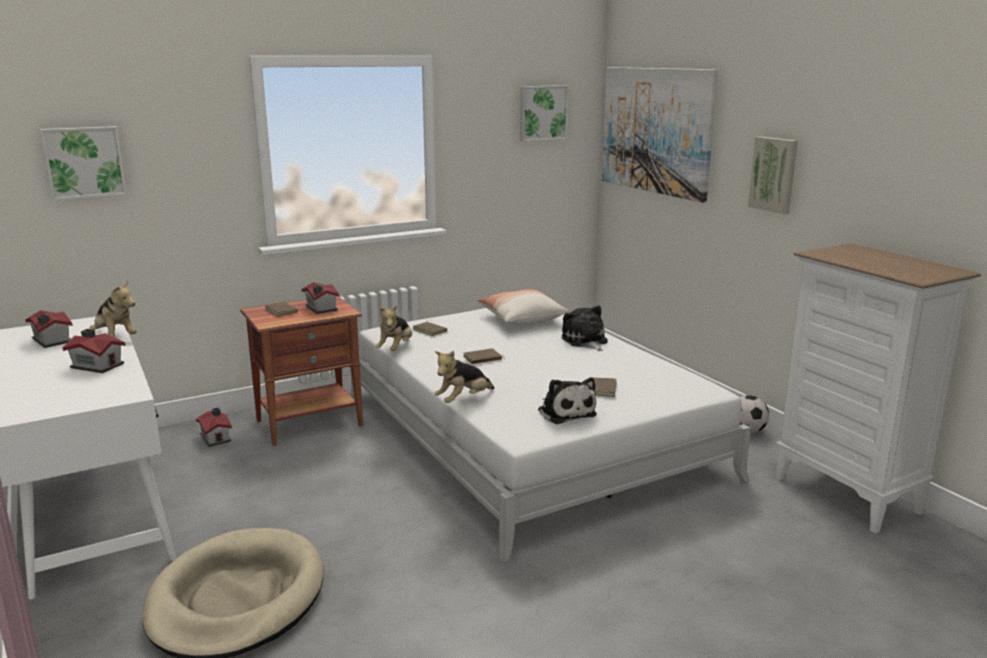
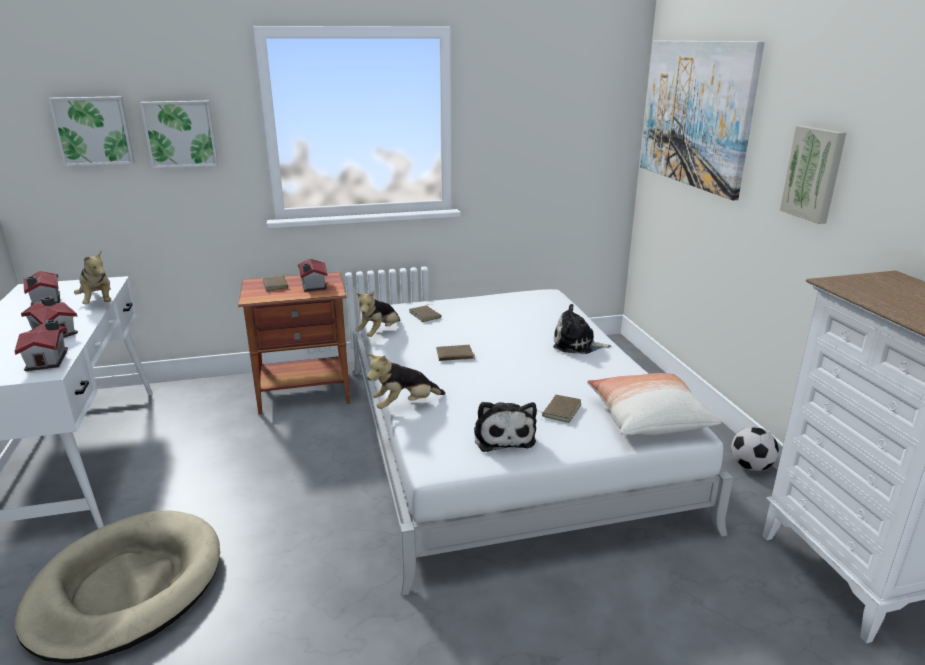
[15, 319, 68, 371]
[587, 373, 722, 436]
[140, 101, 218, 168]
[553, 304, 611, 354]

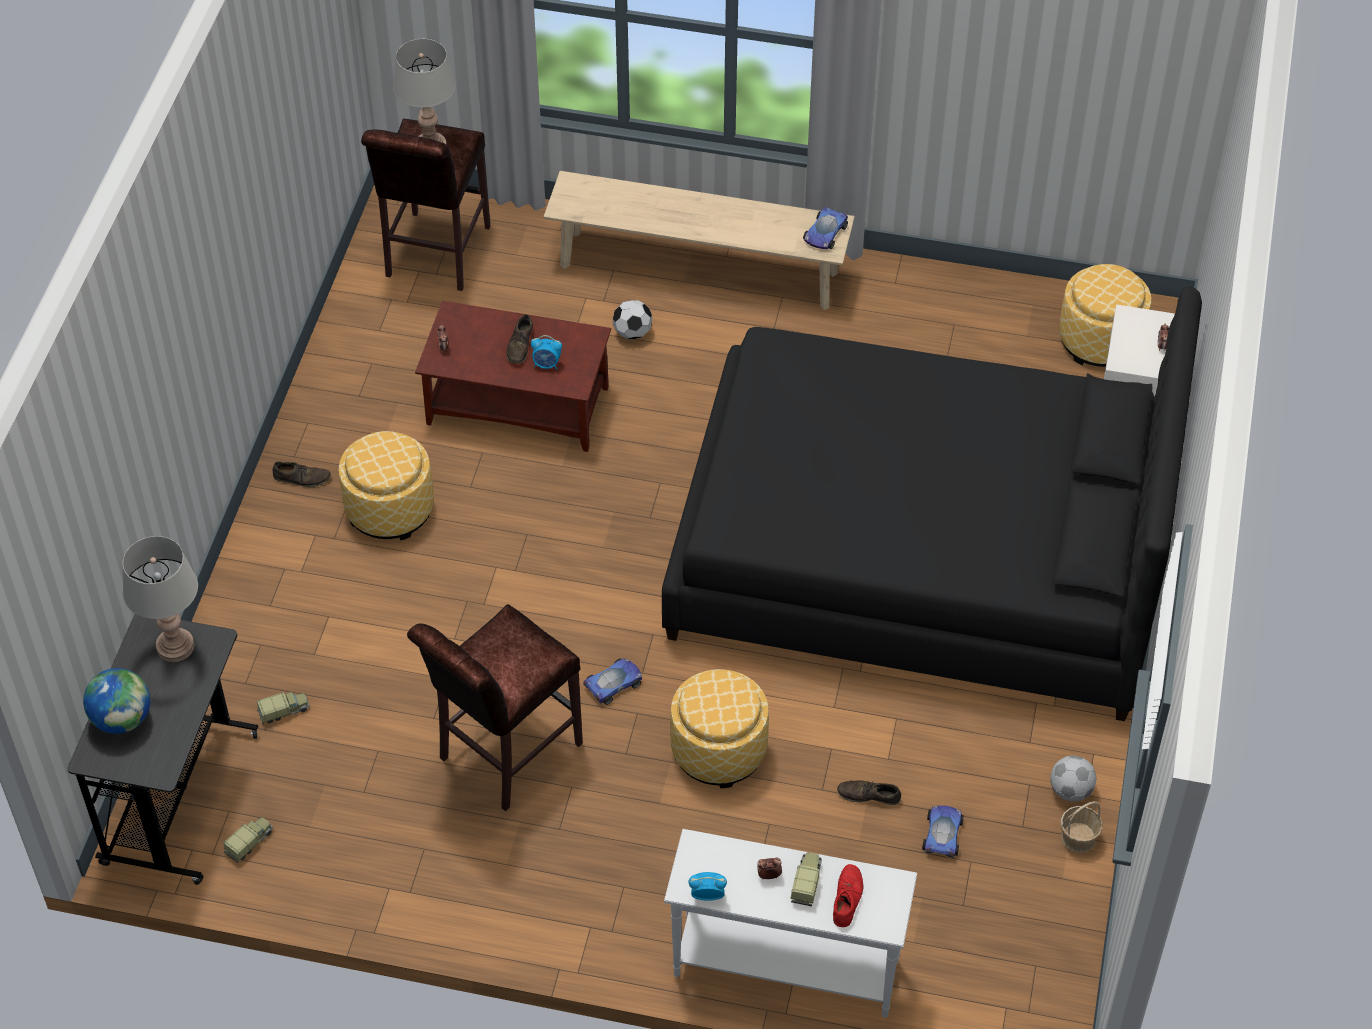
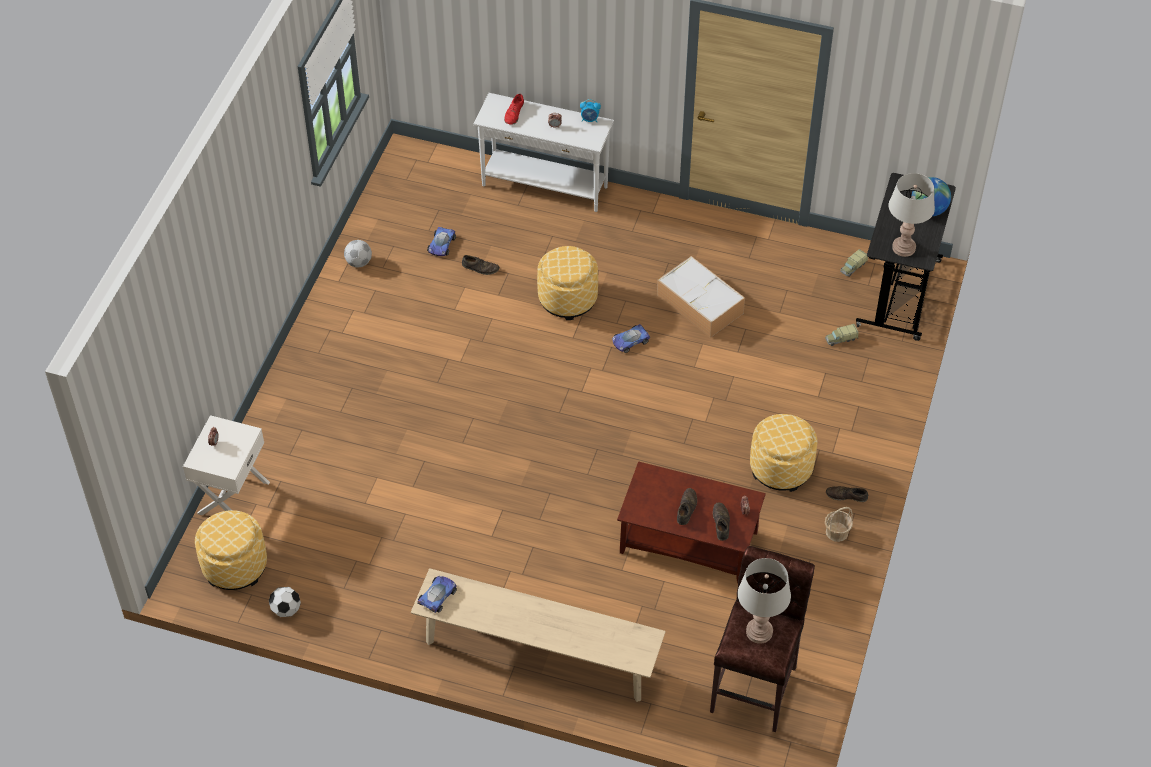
[531, 335, 562, 369] (first image)
[662, 286, 1202, 721] (first image)
[791, 852, 822, 907] (first image)
[713, 503, 730, 541]
[269, 587, 301, 617]
[825, 507, 853, 542]
[657, 256, 745, 338]

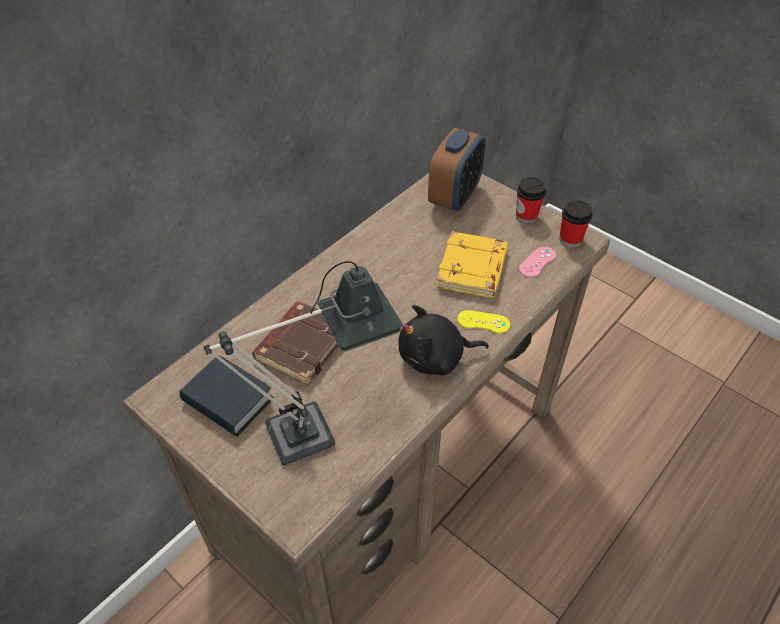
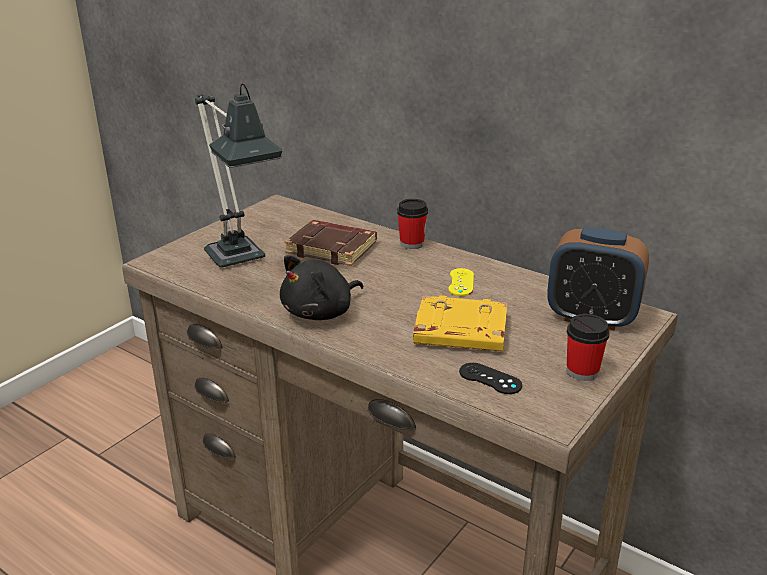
[179, 355, 274, 437] (first image)
[448, 268, 474, 296]
[397, 199, 428, 249]
[459, 363, 522, 394]
[280, 255, 363, 320]

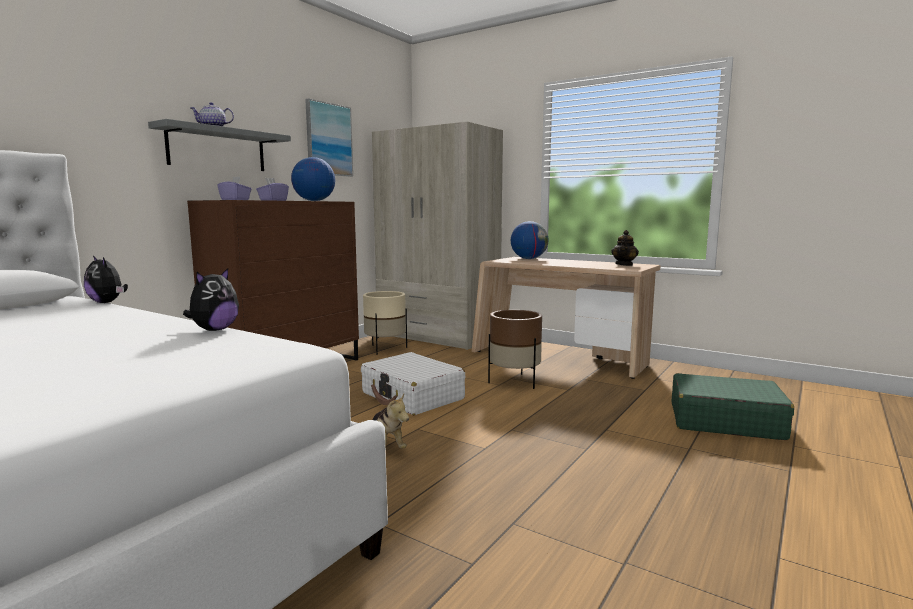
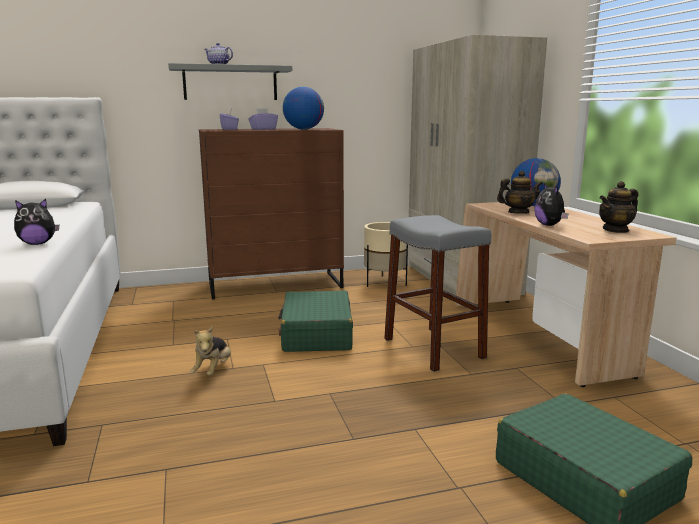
[305, 99, 353, 177] (first image)
[497, 171, 543, 214]
[534, 183, 568, 226]
[384, 215, 492, 372]
[278, 291, 353, 352]

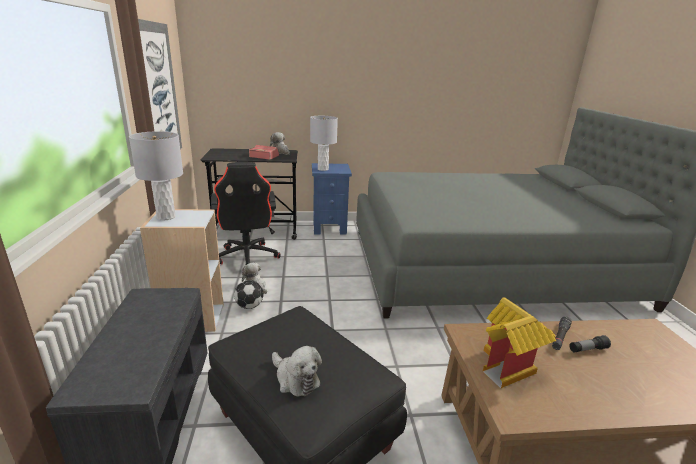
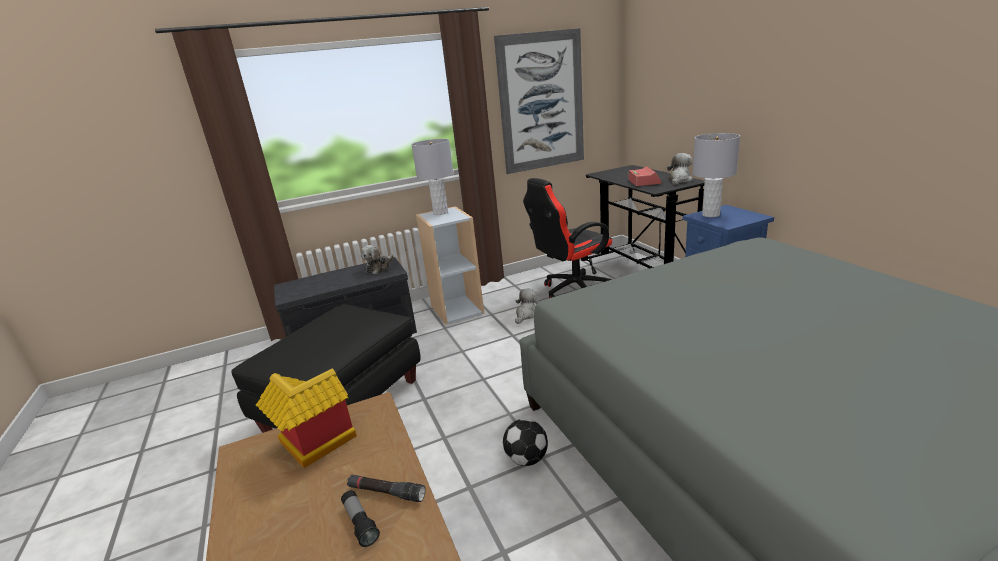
[503, 419, 548, 466]
[361, 245, 394, 274]

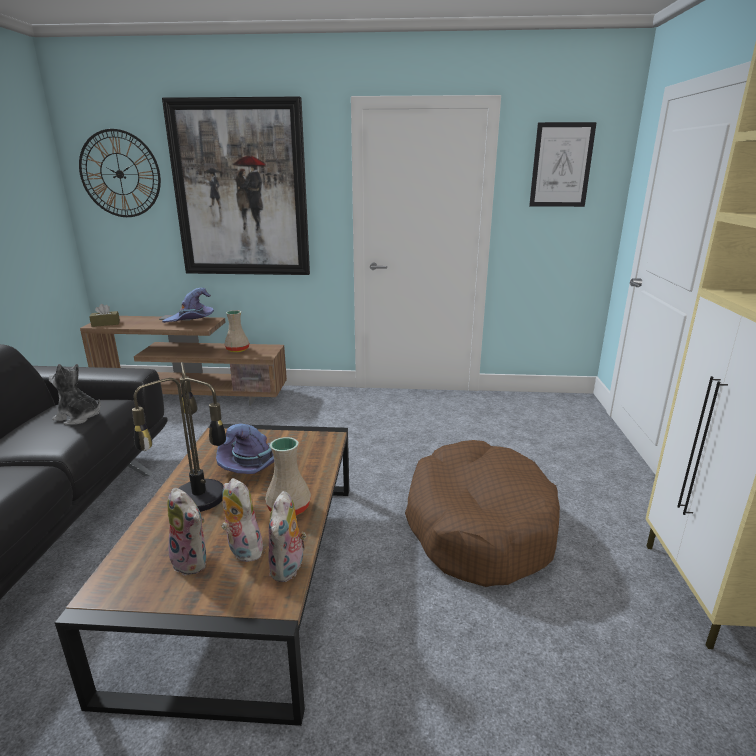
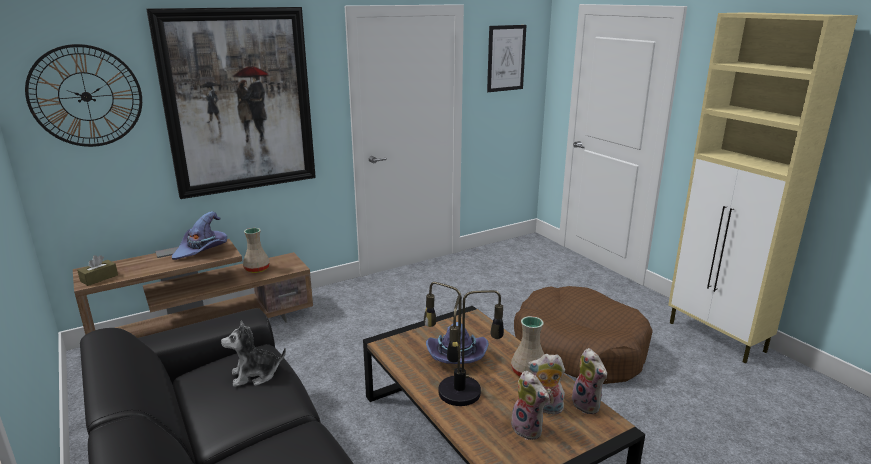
[511, 371, 549, 440]

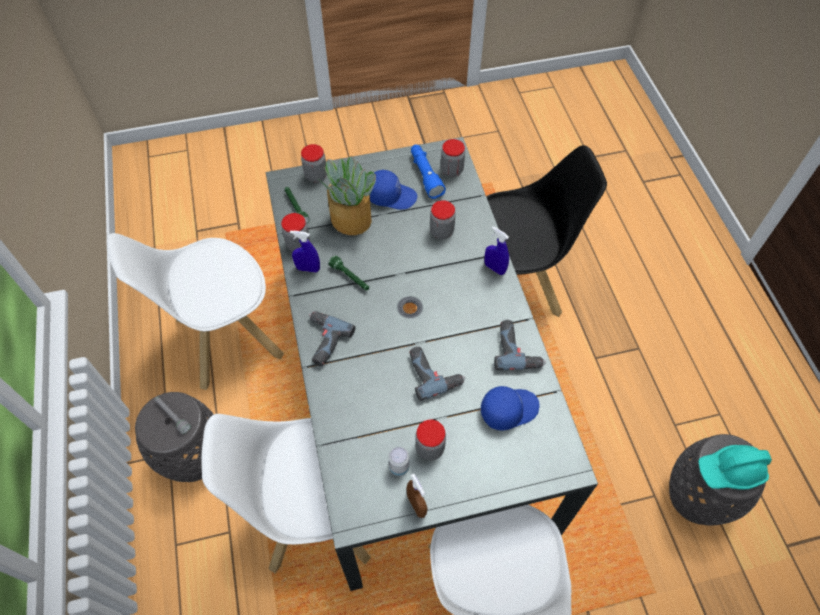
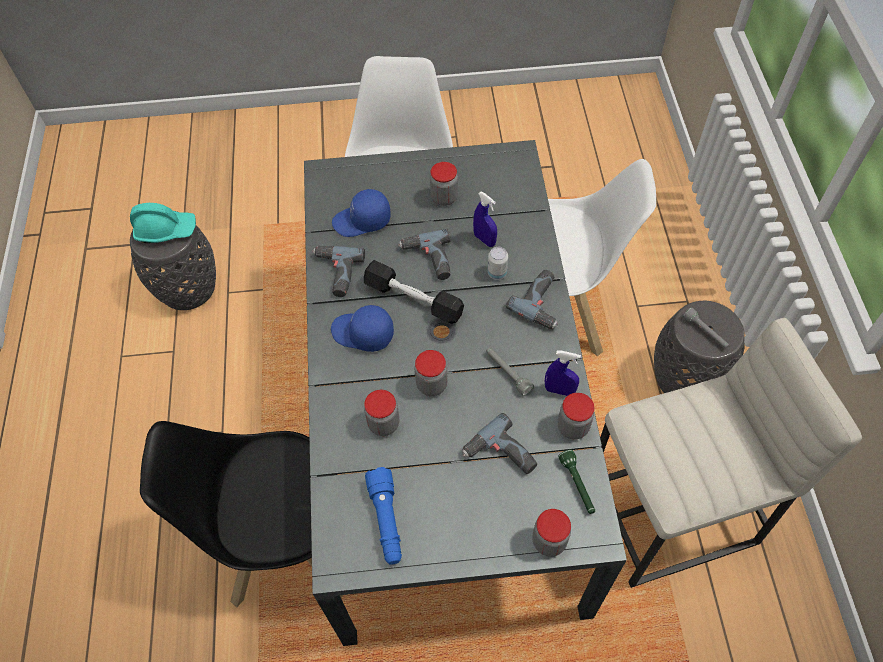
[407, 474, 427, 518] (first image)
[364, 260, 464, 324]
[331, 305, 394, 352]
[488, 247, 508, 280]
[415, 350, 448, 396]
[473, 192, 497, 247]
[600, 318, 862, 588]
[462, 413, 537, 474]
[486, 347, 534, 396]

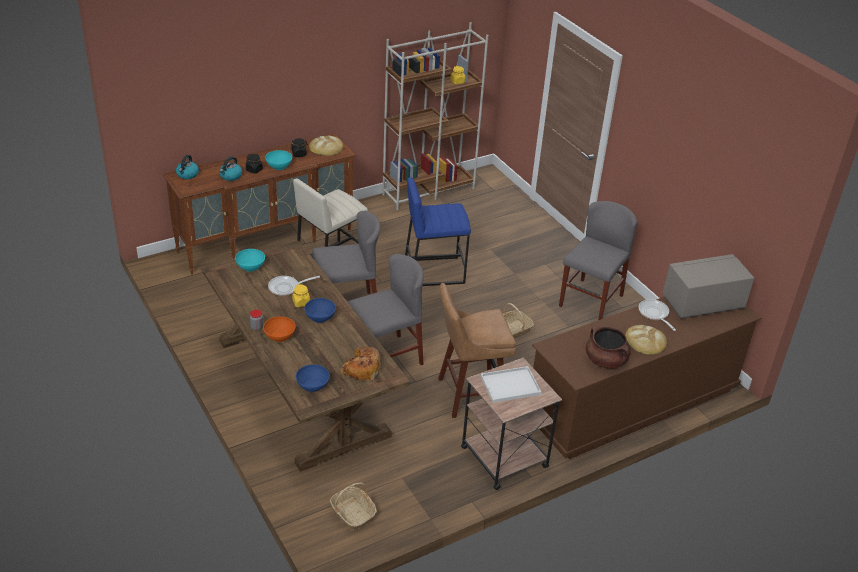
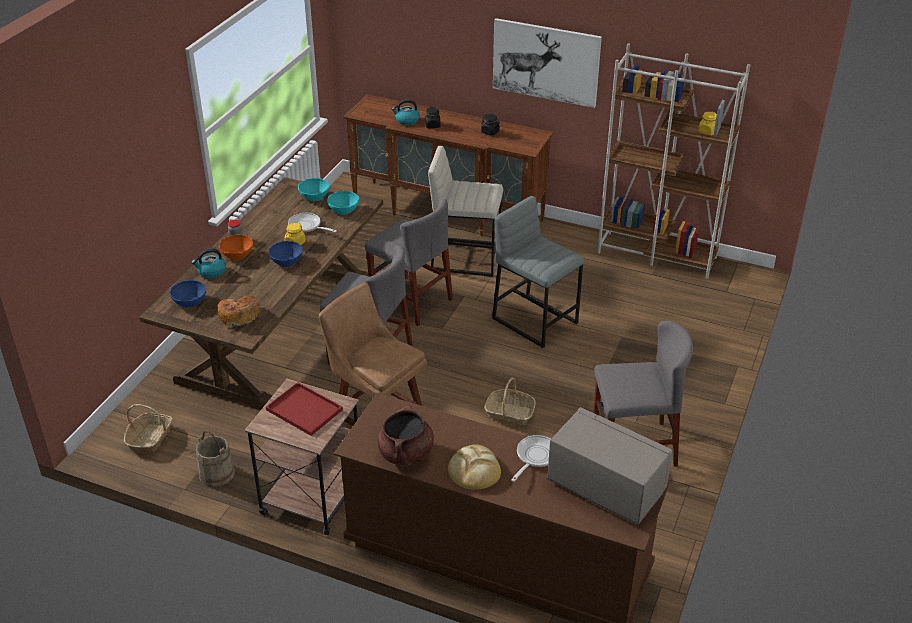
[309, 136, 343, 156] (first image)
[196, 430, 235, 487]
[493, 18, 602, 108]
[191, 249, 226, 278]
[327, 191, 359, 215]
[492, 196, 584, 348]
[266, 382, 343, 436]

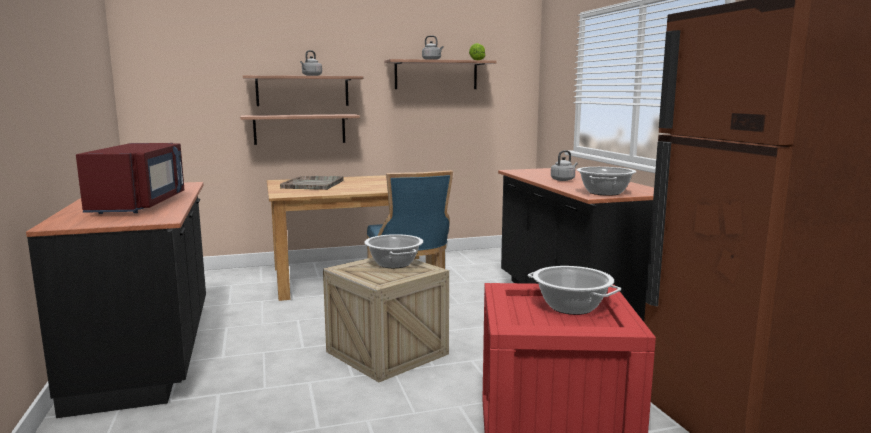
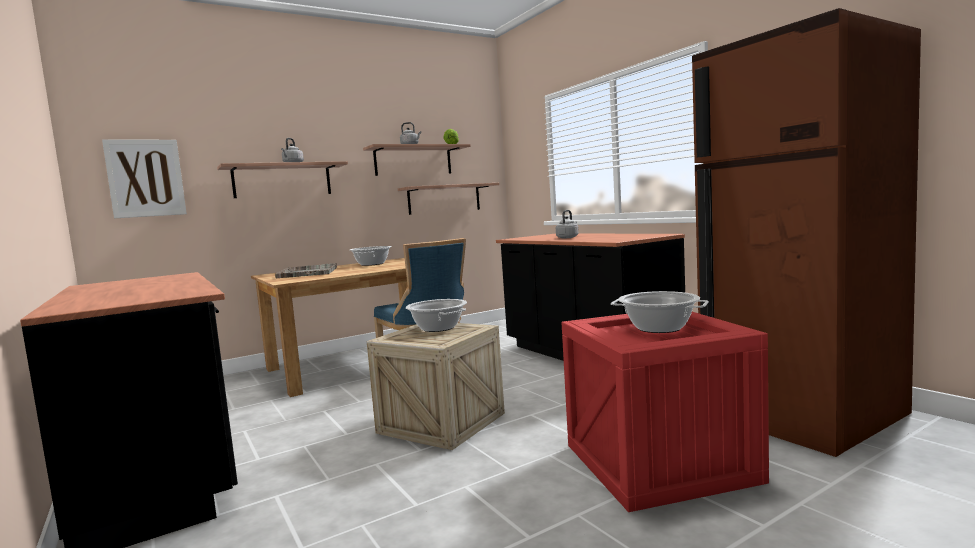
[76, 143, 184, 214] (first image)
[102, 139, 187, 218]
[398, 183, 499, 215]
[350, 246, 392, 266]

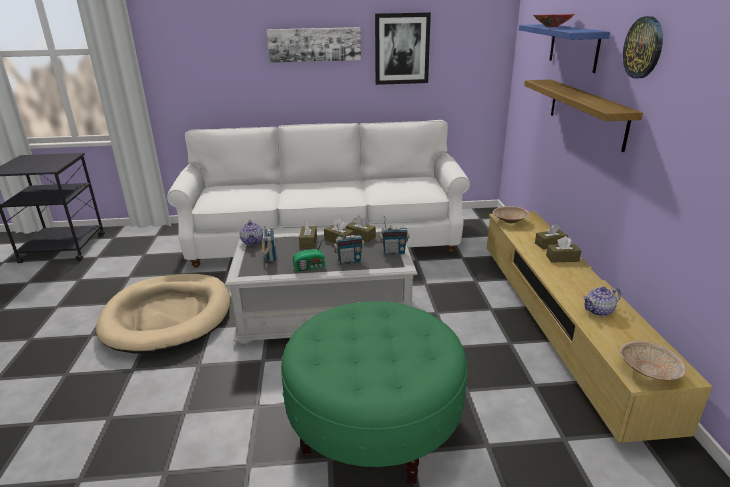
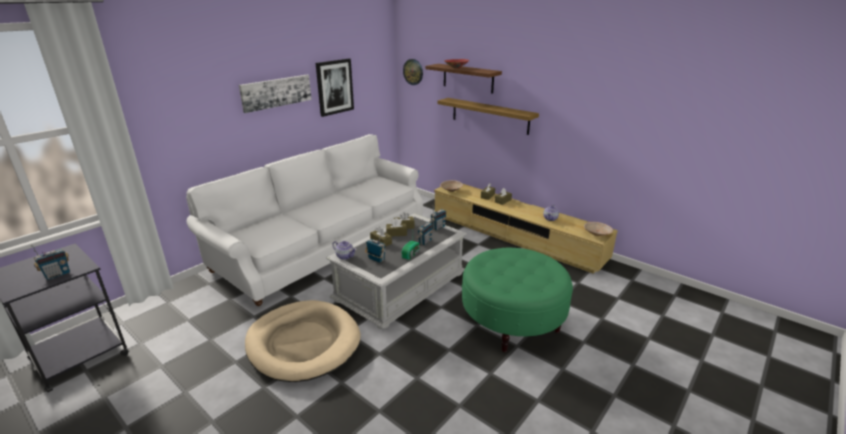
[30, 245, 70, 280]
[403, 59, 423, 85]
[425, 64, 502, 94]

